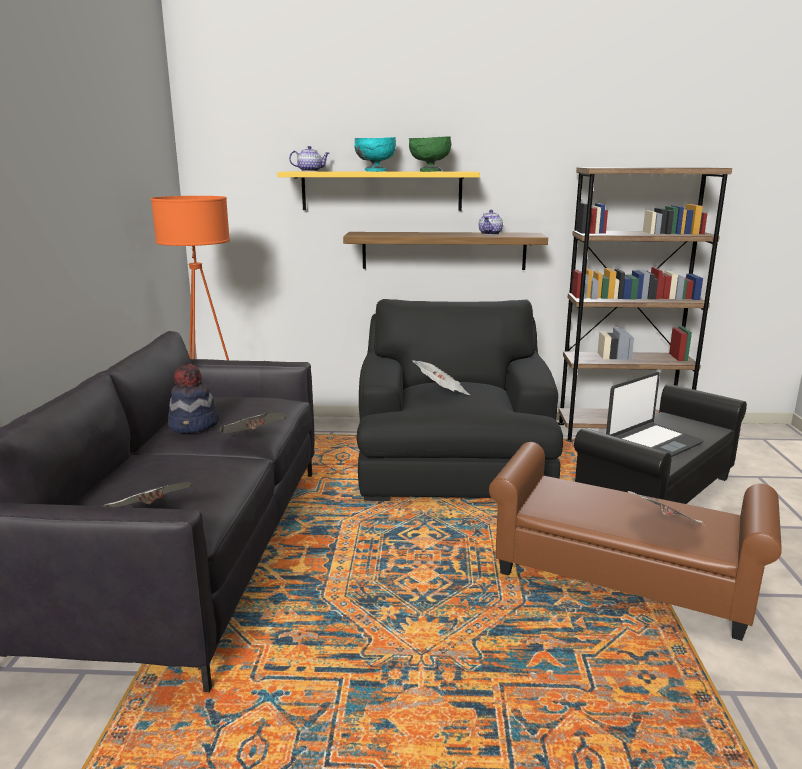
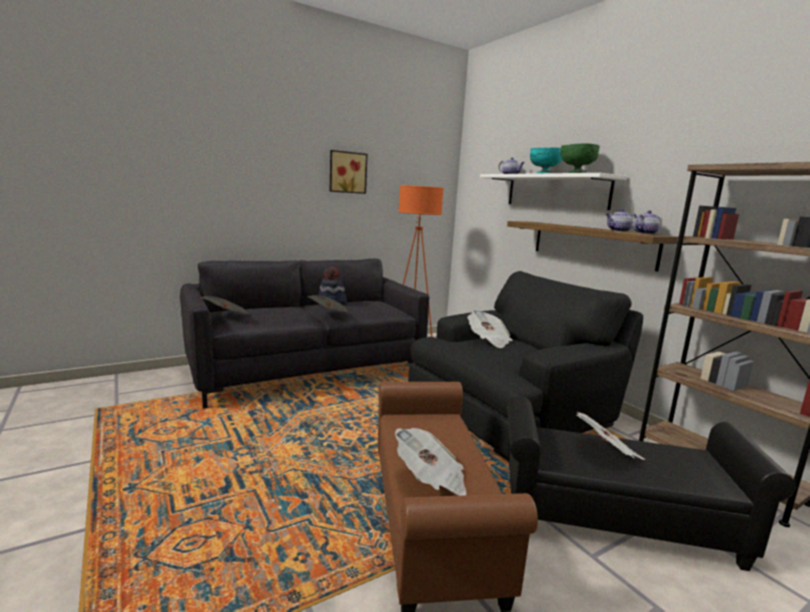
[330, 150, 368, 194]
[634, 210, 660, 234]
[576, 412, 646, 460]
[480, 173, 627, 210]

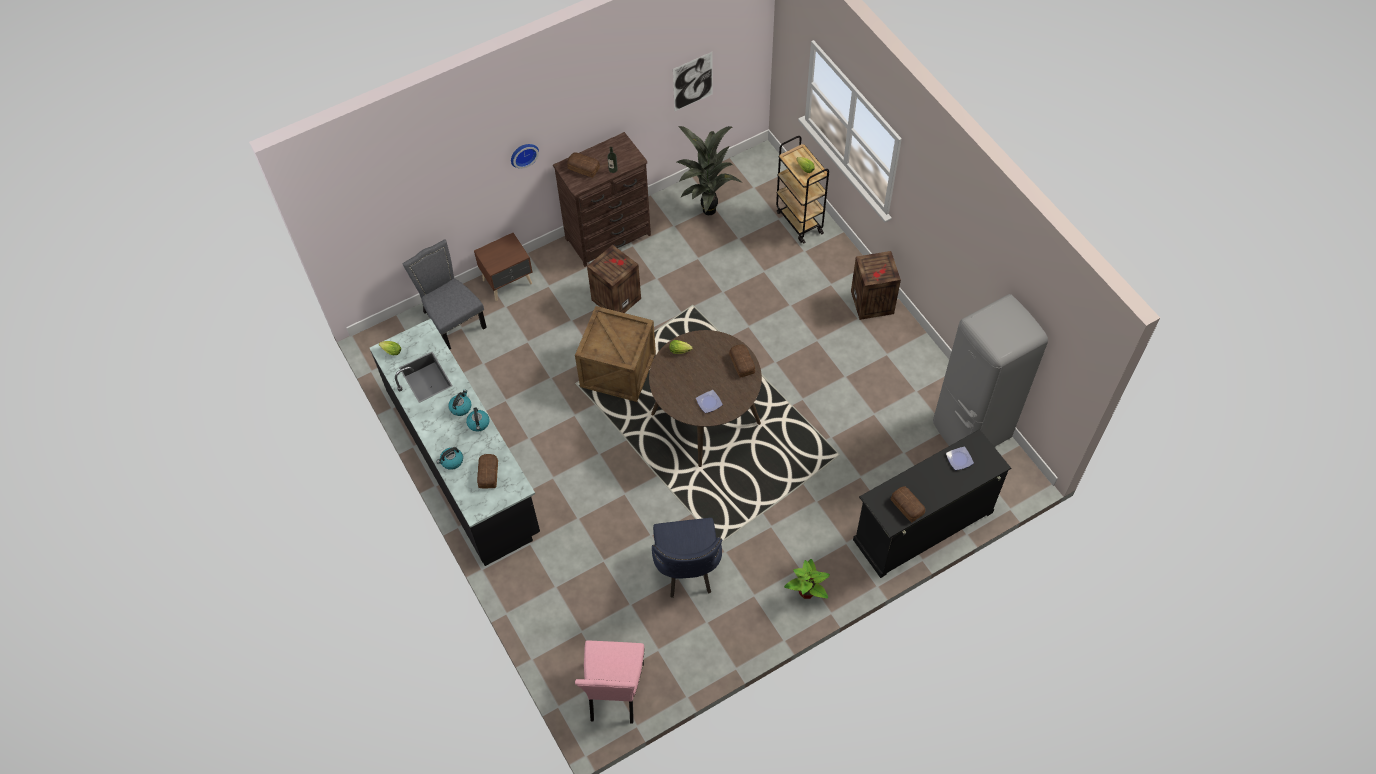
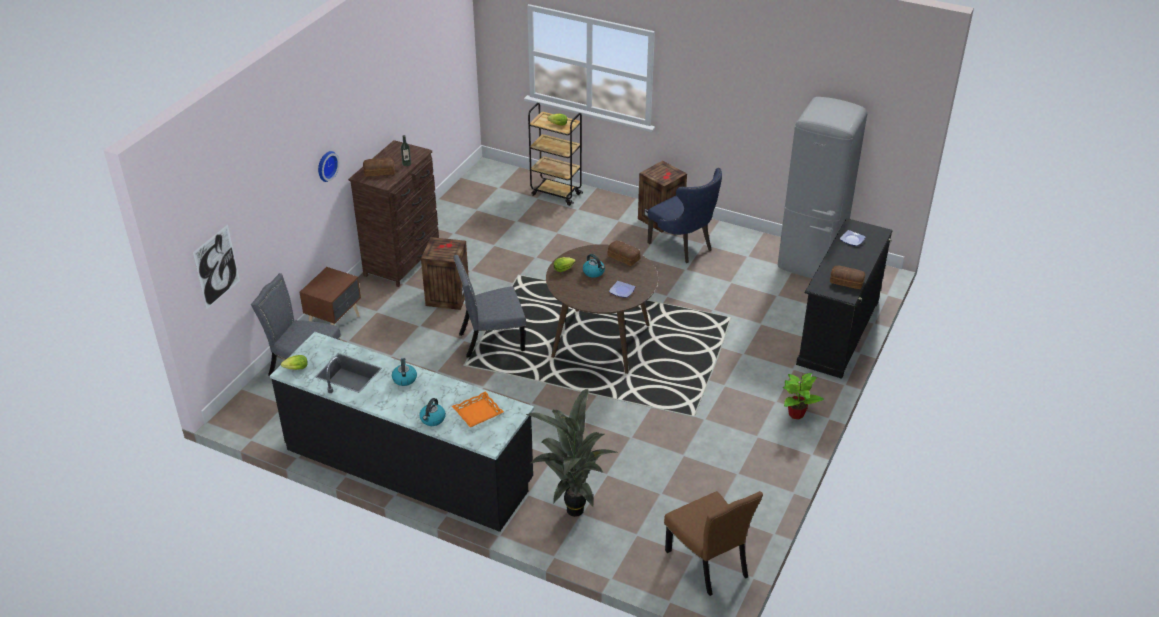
[583, 254, 605, 278]
[648, 168, 722, 263]
[193, 225, 240, 309]
[526, 389, 617, 517]
[452, 391, 504, 427]
[454, 255, 526, 358]
[664, 491, 763, 596]

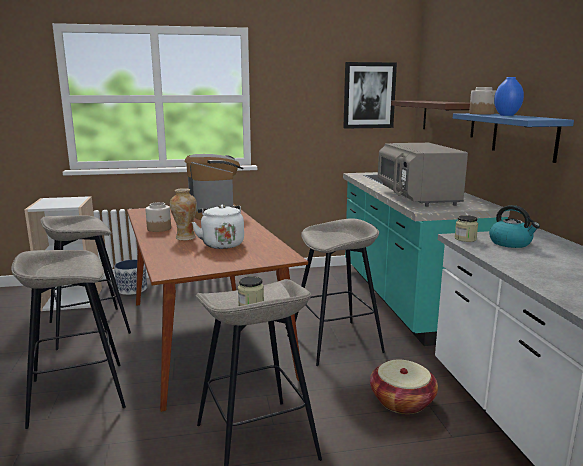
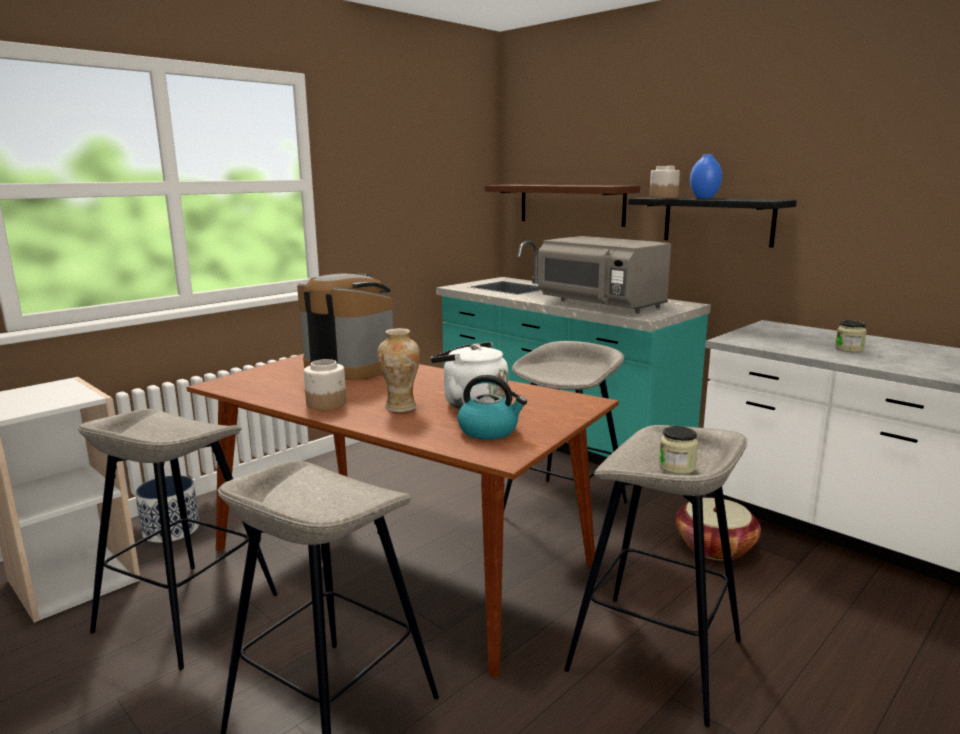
[343, 62, 397, 129] (first image)
[835, 320, 867, 352]
[457, 375, 527, 440]
[628, 197, 797, 247]

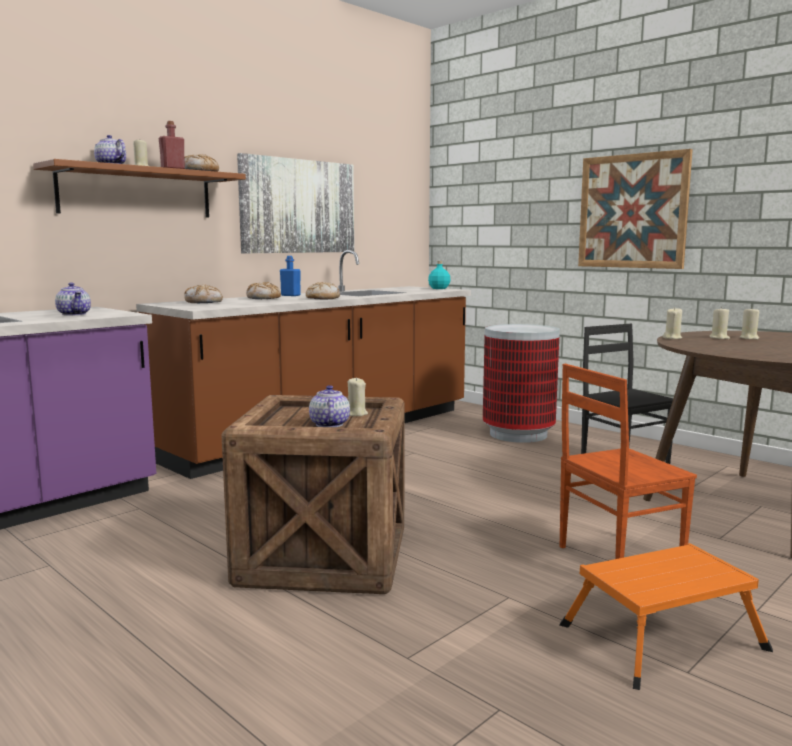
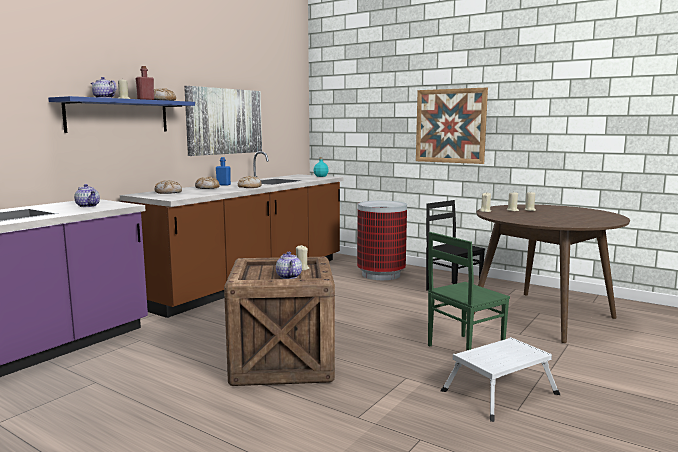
[48, 96, 195, 133]
[441, 337, 560, 422]
[428, 232, 510, 351]

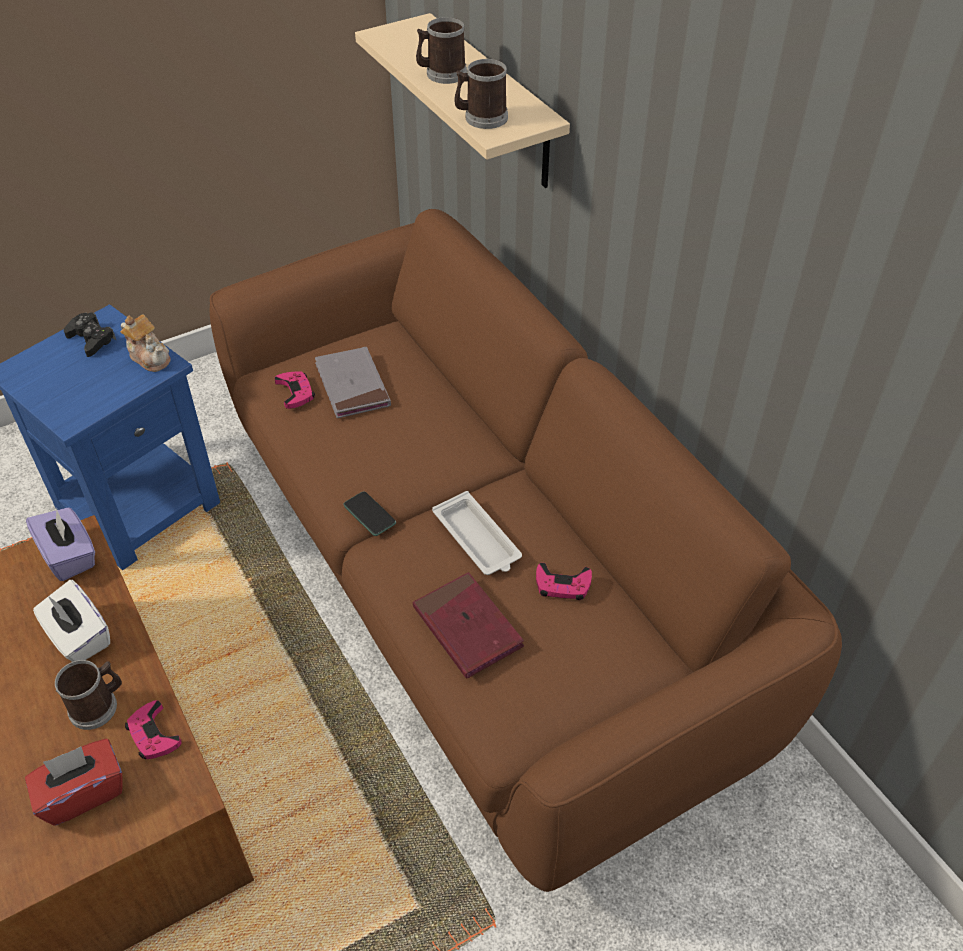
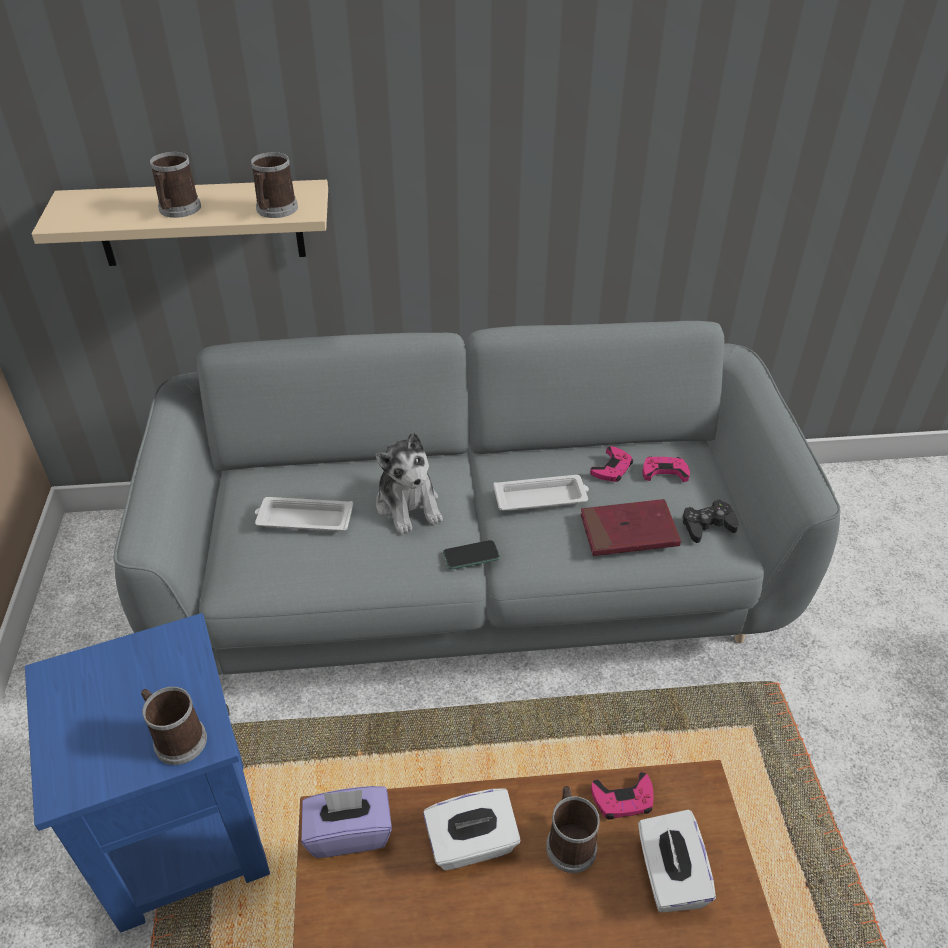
[120, 314, 171, 372] (first image)
[141, 687, 207, 765]
[375, 432, 443, 534]
[682, 499, 739, 543]
[642, 456, 690, 482]
[255, 497, 353, 531]
[638, 810, 716, 913]
[114, 321, 841, 675]

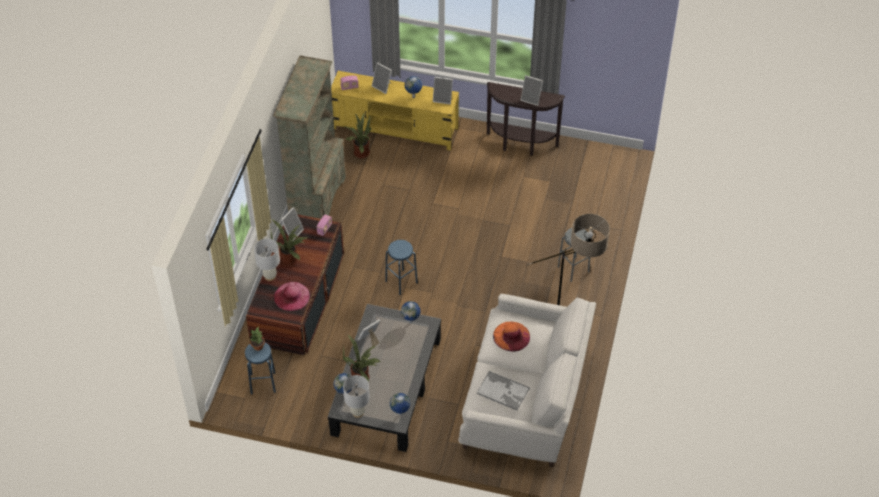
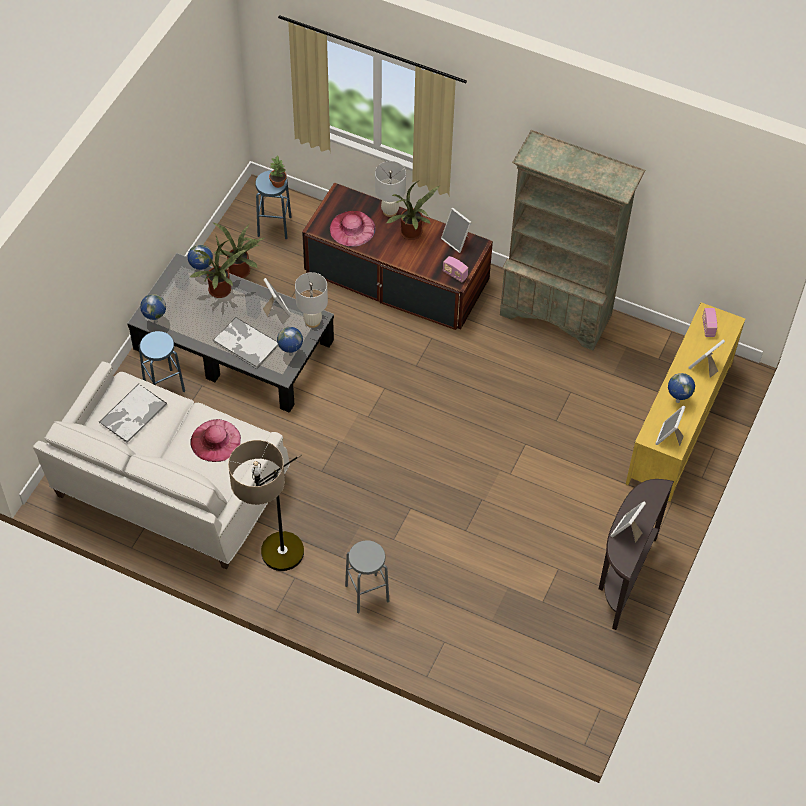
[213, 317, 278, 368]
[295, 272, 328, 328]
[213, 223, 264, 278]
[139, 331, 185, 392]
[190, 419, 241, 462]

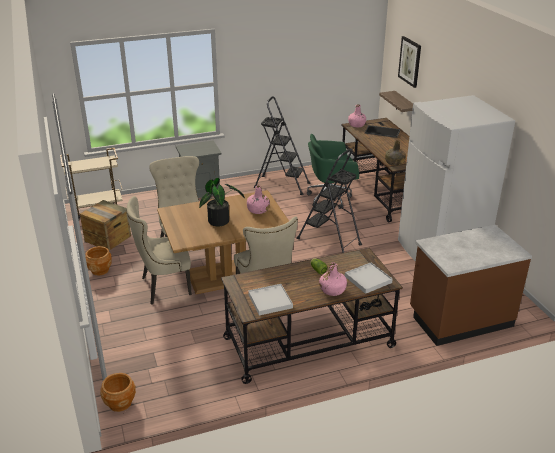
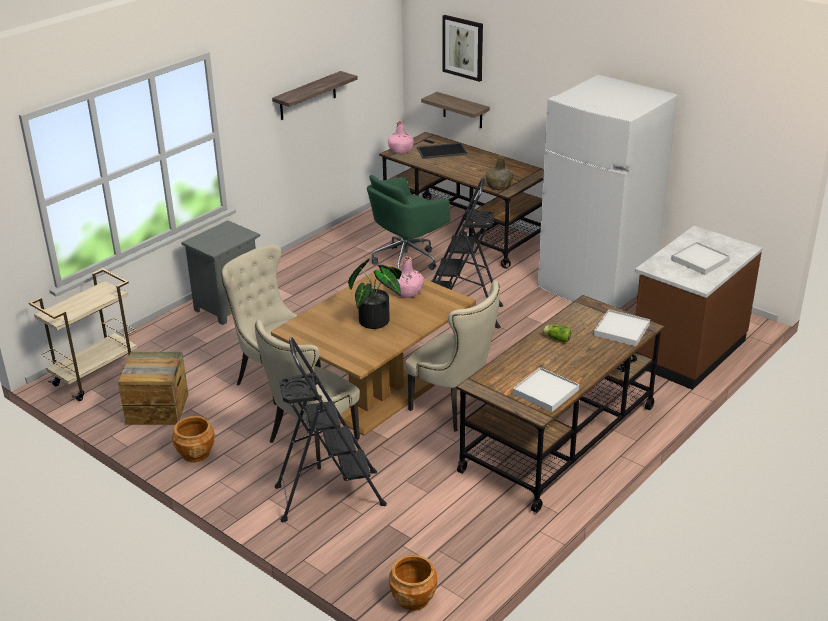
[319, 262, 347, 296] (first image)
[272, 71, 358, 120]
[671, 242, 730, 275]
[275, 337, 387, 522]

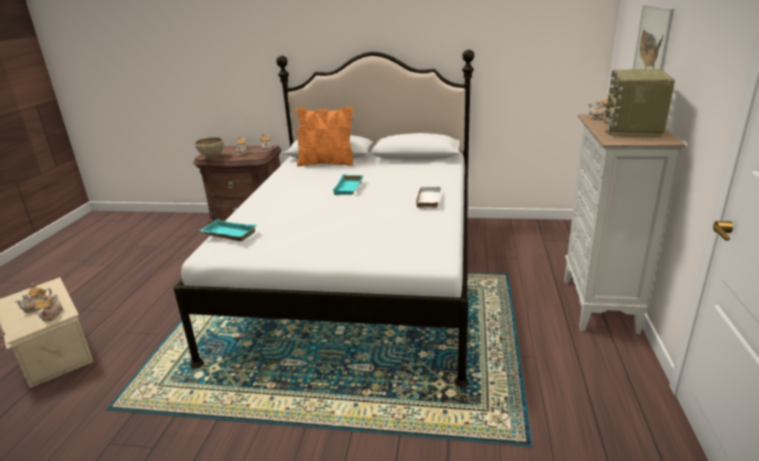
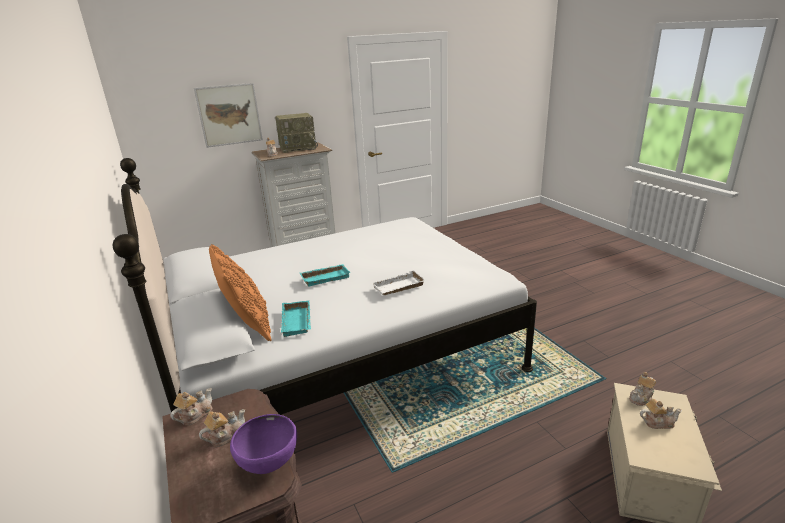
[281, 300, 311, 337]
[372, 270, 426, 295]
[230, 414, 297, 474]

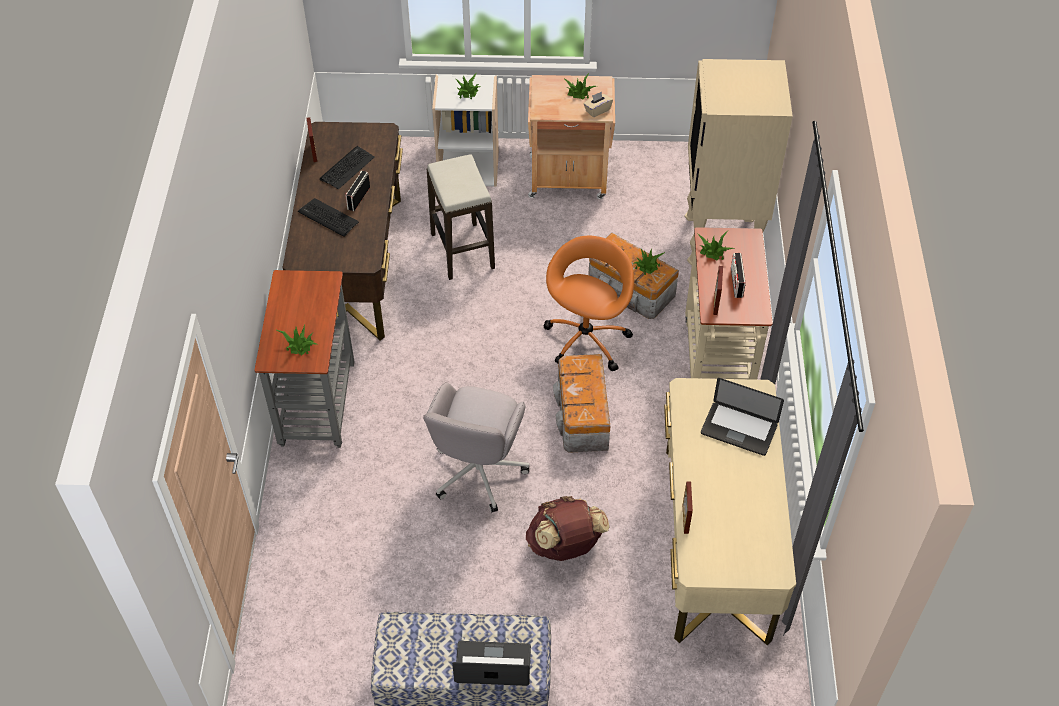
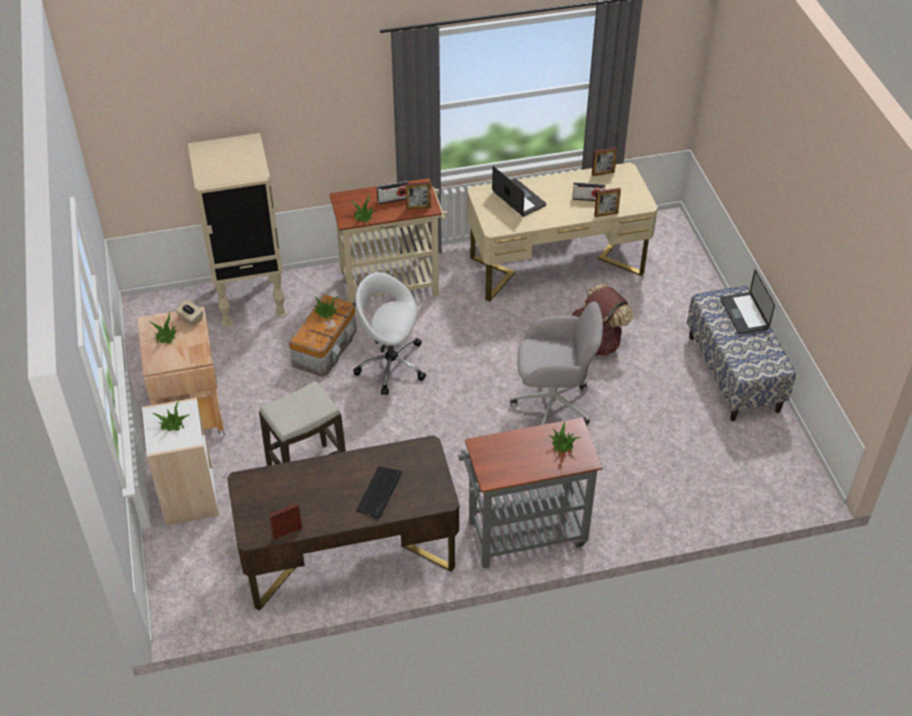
[319, 146, 375, 189] (first image)
[553, 354, 610, 453] (first image)
[592, 147, 617, 176]
[572, 182, 605, 201]
[354, 272, 426, 395]
[492, 166, 546, 217]

